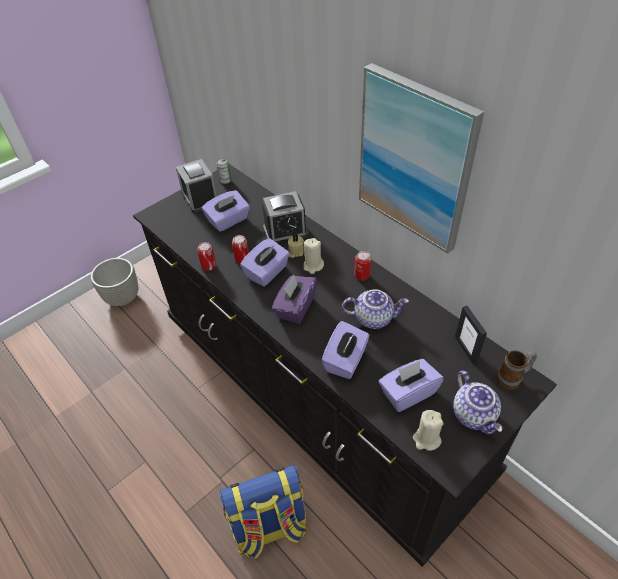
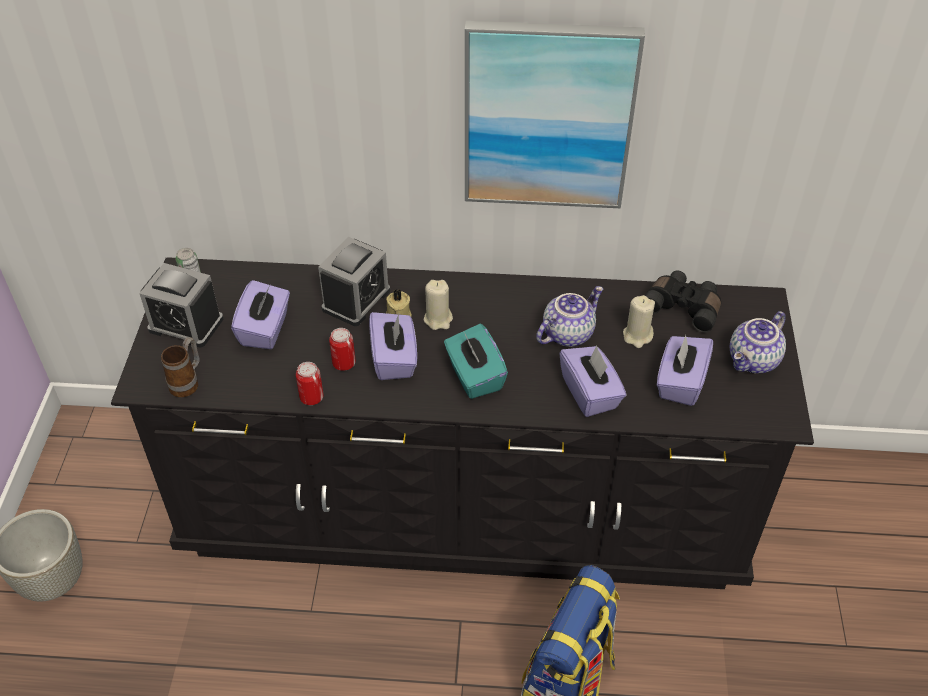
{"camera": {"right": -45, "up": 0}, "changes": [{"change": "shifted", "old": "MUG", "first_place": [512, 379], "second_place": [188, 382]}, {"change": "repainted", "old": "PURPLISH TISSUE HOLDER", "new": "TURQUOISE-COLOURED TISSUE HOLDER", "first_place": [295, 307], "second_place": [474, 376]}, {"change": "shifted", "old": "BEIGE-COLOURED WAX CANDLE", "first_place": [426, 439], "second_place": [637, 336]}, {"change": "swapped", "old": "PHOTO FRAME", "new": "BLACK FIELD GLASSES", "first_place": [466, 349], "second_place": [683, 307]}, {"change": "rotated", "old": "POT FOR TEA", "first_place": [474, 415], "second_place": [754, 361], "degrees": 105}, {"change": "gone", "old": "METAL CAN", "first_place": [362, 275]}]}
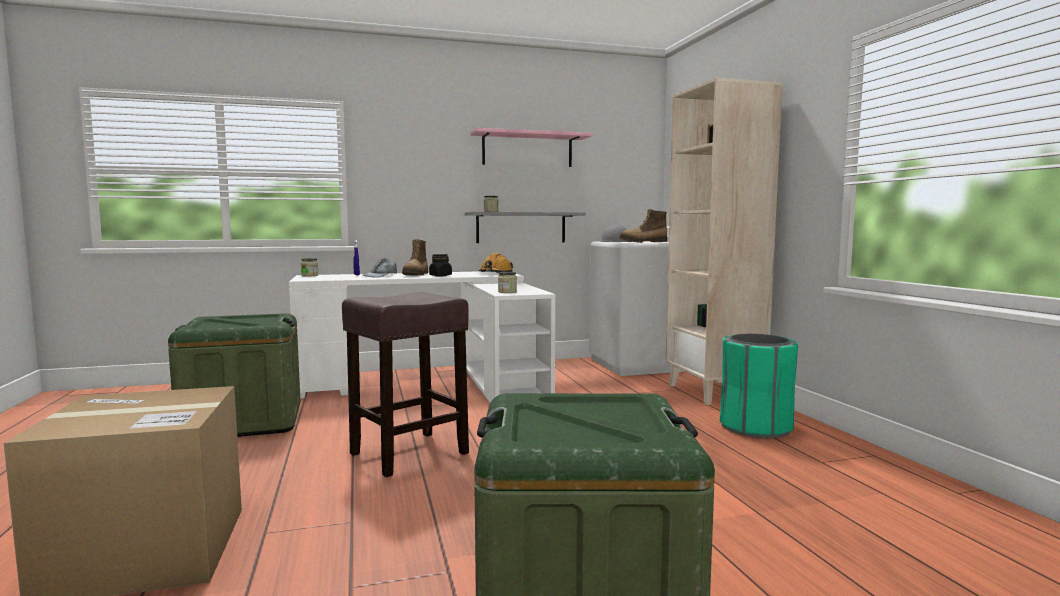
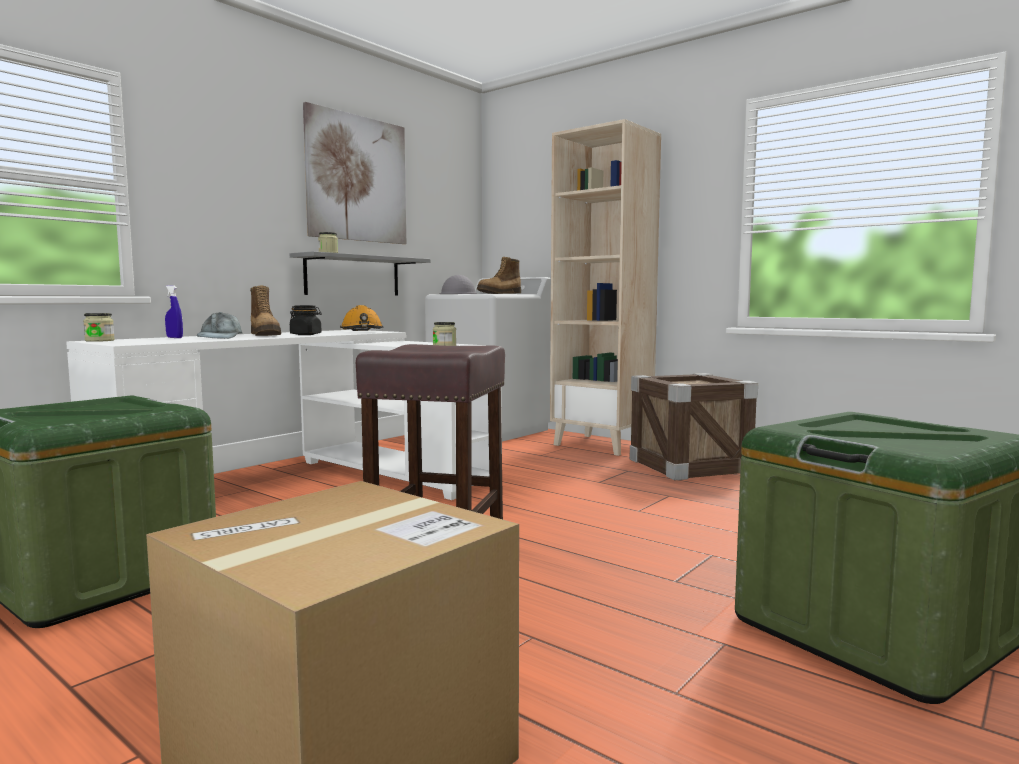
{"camera": {"right": -35, "up": 0}, "changes": [{"change": "swapped", "old": "PINKISH WALL SHELF", "new": "PICTURE", "first_place": [527, 150], "second_place": [357, 179]}, {"change": "swapped", "old": "GREEN RUBBISH BIN", "new": "CRATE", "first_place": [756, 427], "second_place": [689, 466]}]}
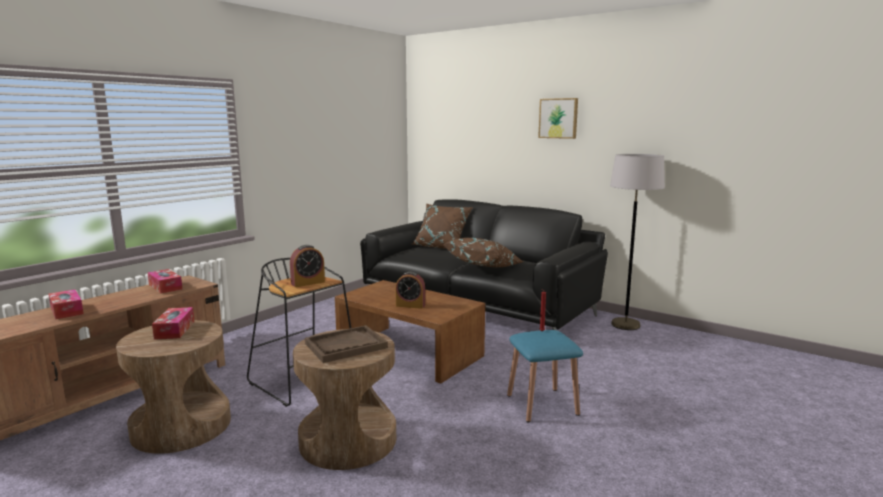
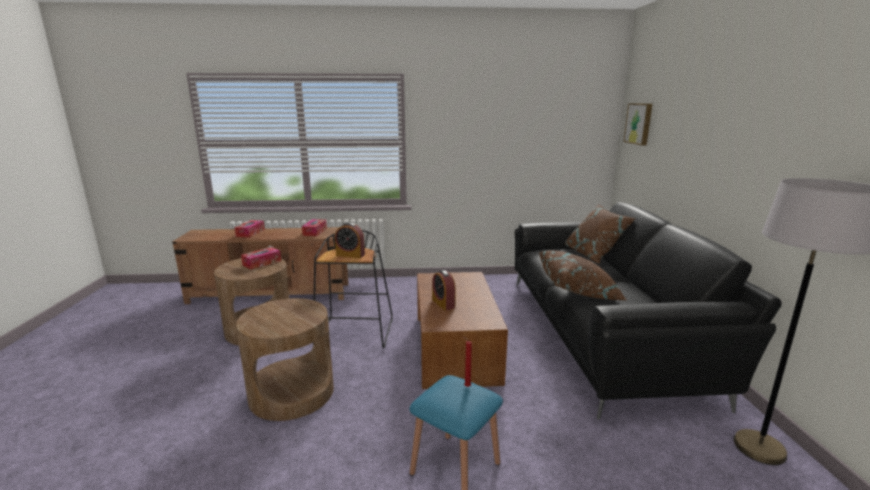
{"camera": {"right": 50, "up": 5}, "changes": [{"change": "shifted", "old": "PICTURE", "first_place": [558, 118], "second_place": [639, 123]}, {"change": "gone", "old": "BROWN-COLOURED TRAY", "first_place": [345, 346]}]}
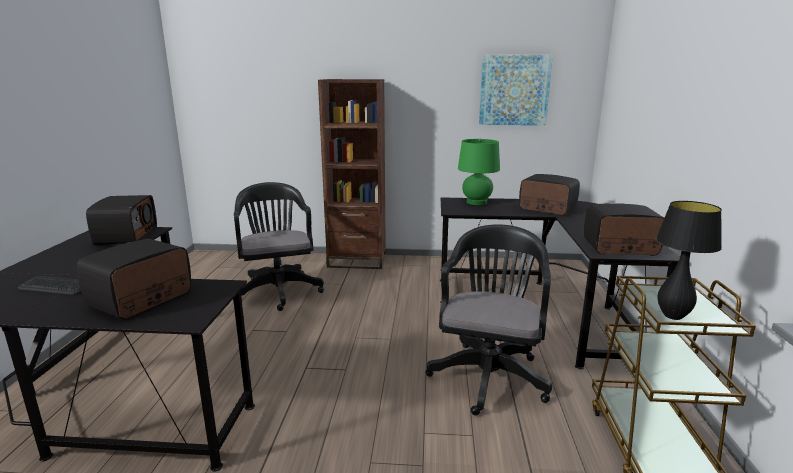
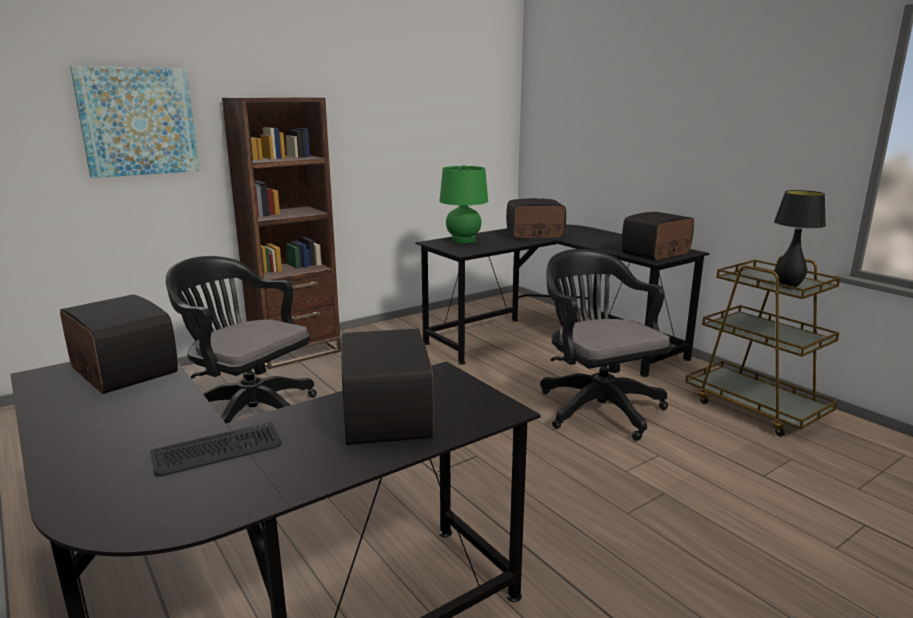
{"camera": {"right": -40, "up": 0}, "changes": [{"change": "shifted", "old": "PICTURE", "first_place": [514, 90], "second_place": [138, 121]}]}
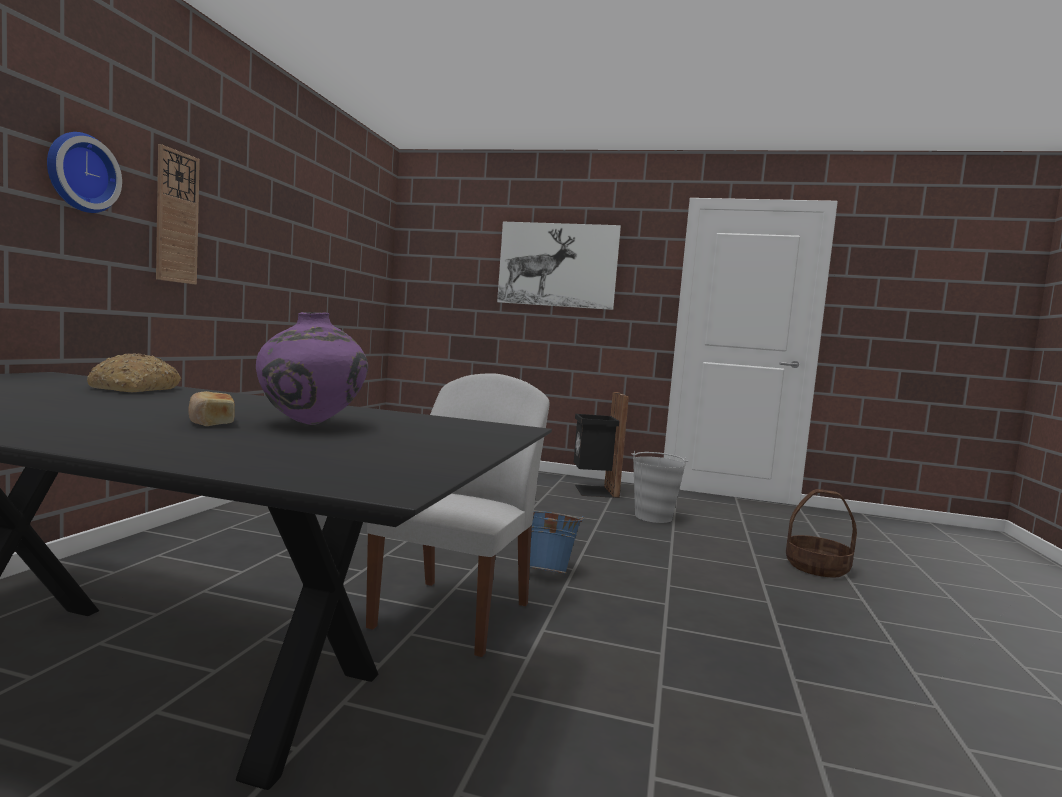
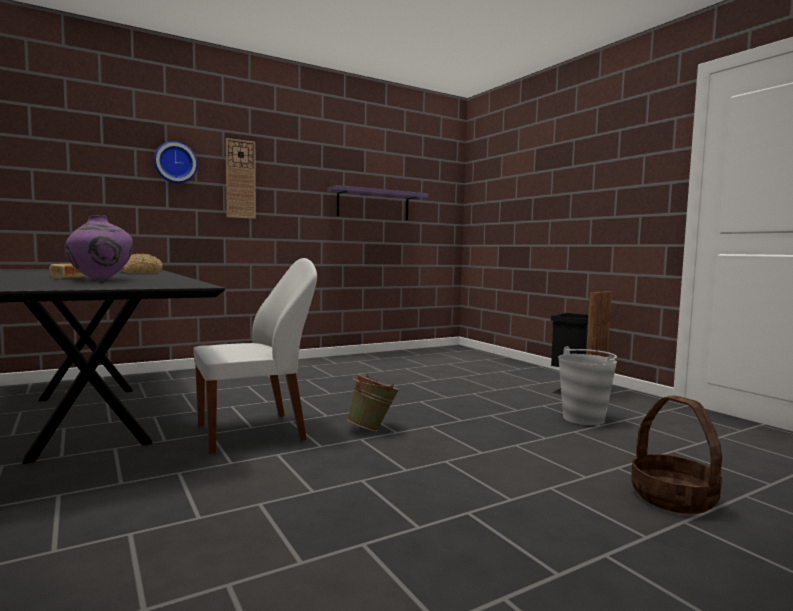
{"camera": {"right": 45, "up": 0}, "changes": [{"change": "new", "new": "PURPLISH WALL SHELF", "second_place": [373, 205]}, {"change": "repainted", "old": "BLUE-COLOURED BUCKET", "new": "GREEN BUCKET", "first_place": [550, 572], "second_place": [373, 429]}, {"change": "gone", "old": "PICTURE", "first_place": [557, 265]}]}
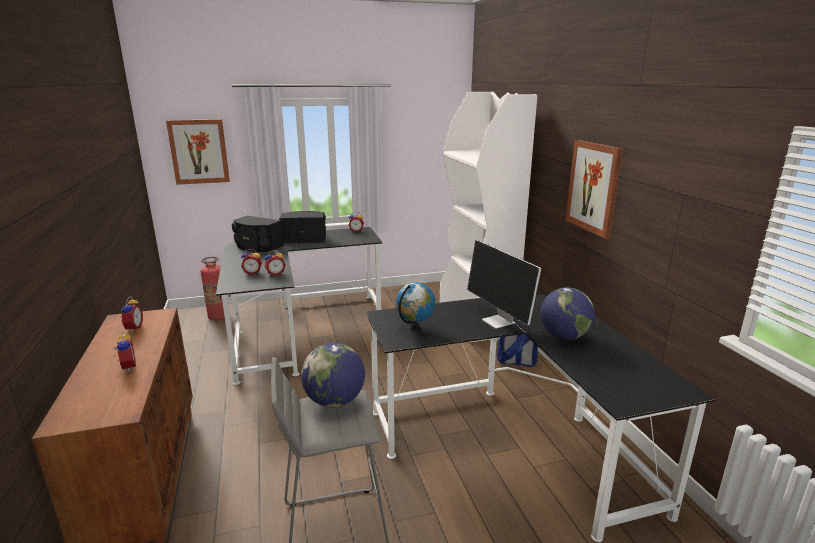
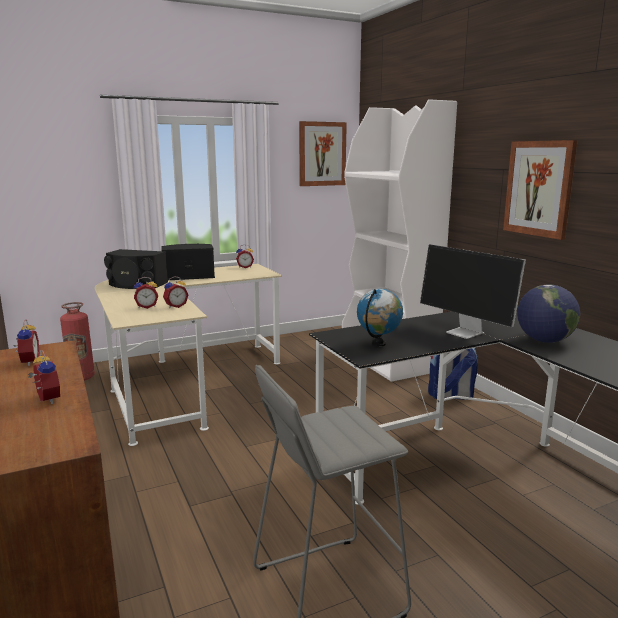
{"camera": {"right": -10, "up": -5}, "changes": [{"change": "repainted", "old": "BLACK DESK TABLE", "new": "BEIGE-COLOURED DESK TABLE", "first_place": [295, 328], "second_place": [183, 382]}, {"change": "shifted", "old": "PICTURE", "first_place": [199, 151], "second_place": [322, 154]}, {"change": "gone", "old": "GLOBE", "first_place": [335, 401]}]}
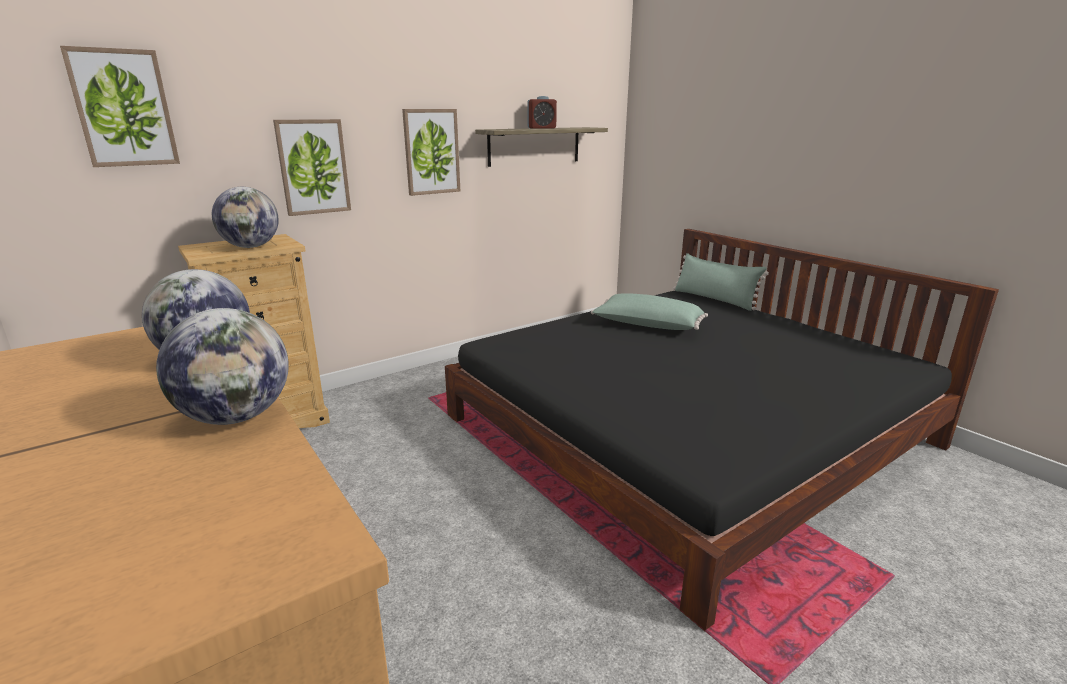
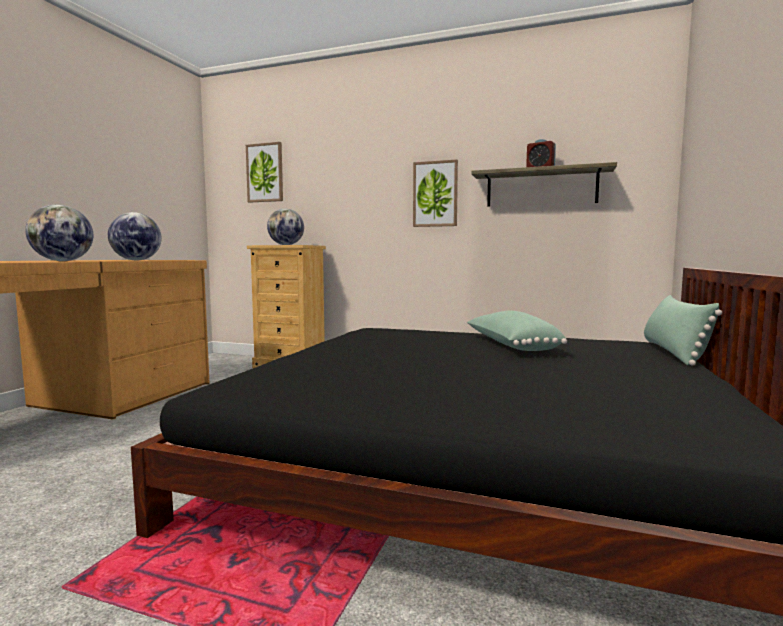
{"camera": {"right": 55, "up": -15}, "changes": [{"change": "gone", "old": "PICTURE", "first_place": [313, 167]}]}
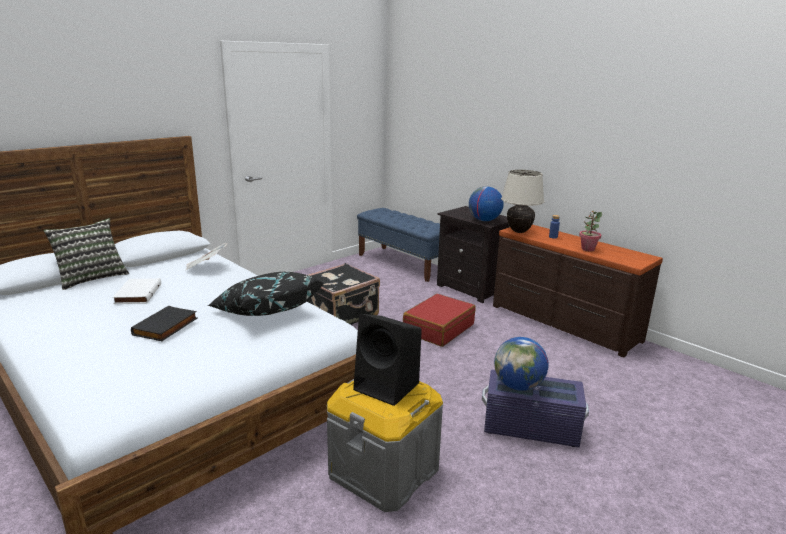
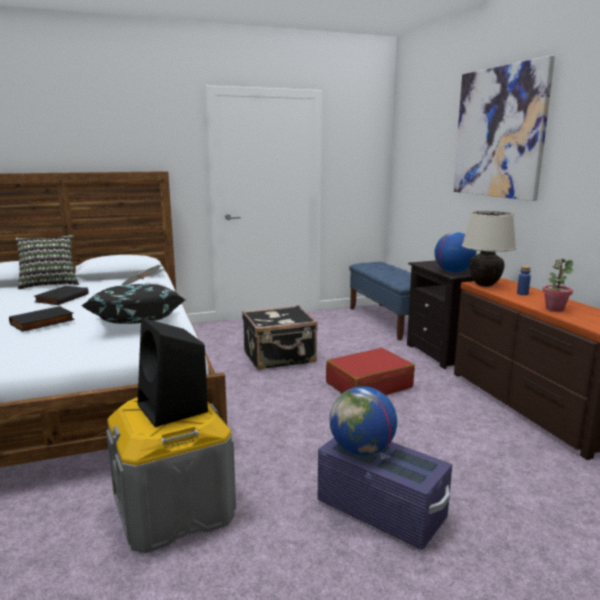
{"camera": {"right": 25, "up": -5}, "changes": [{"change": "repainted", "old": "WHITE BOUND BOOK", "new": "BLACK BOUND BOOK", "first_place": [137, 294], "second_place": [61, 298]}, {"change": "new", "new": "PICTURE", "second_place": [499, 133]}]}
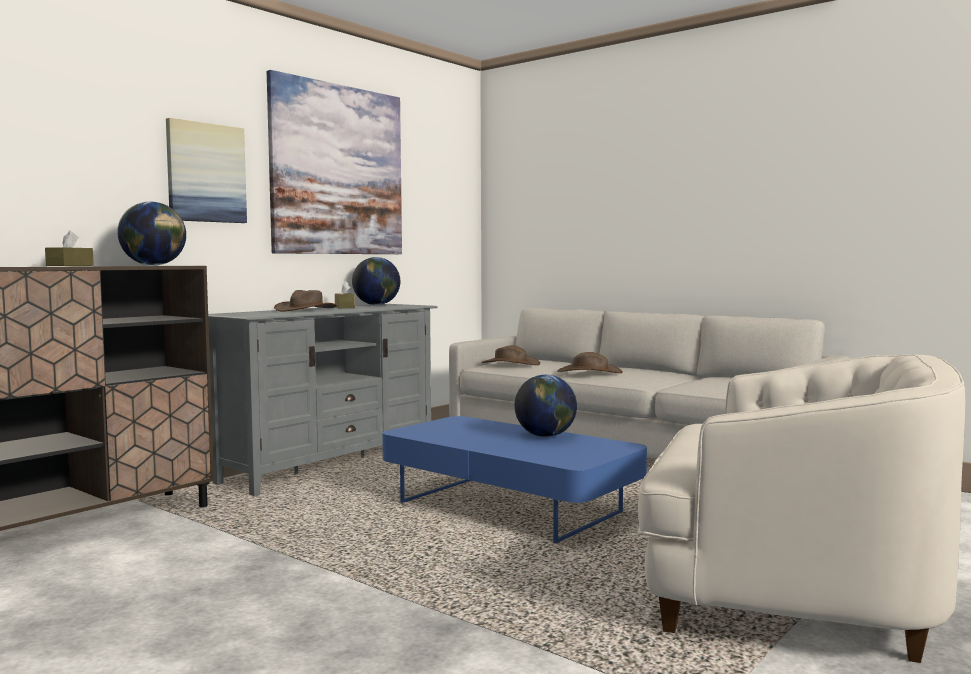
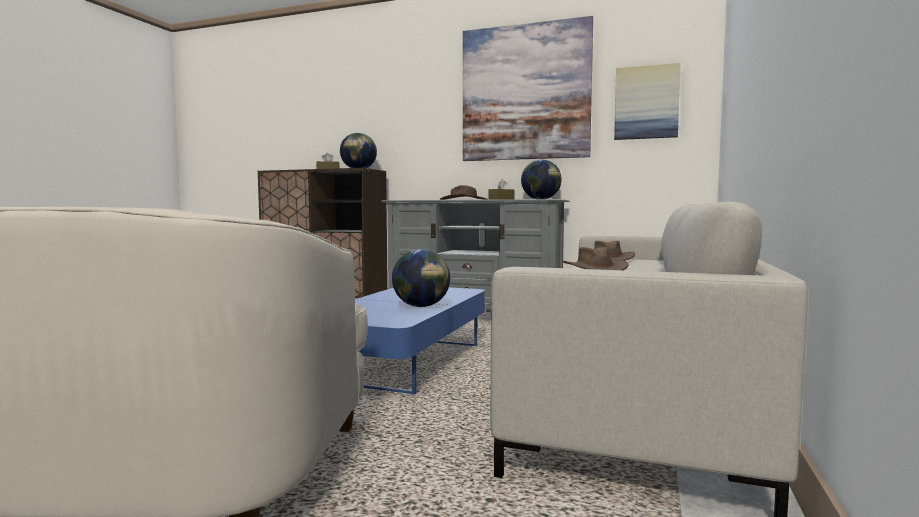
{"camera": {"right": 70, "up": 0}, "changes": [{"change": "shifted", "old": "PICTURE", "first_place": [206, 173], "second_place": [646, 102]}]}
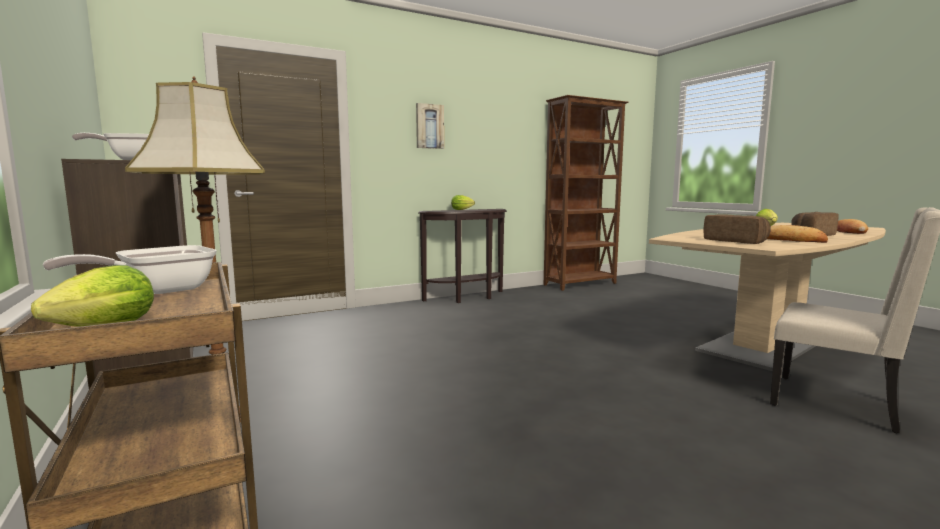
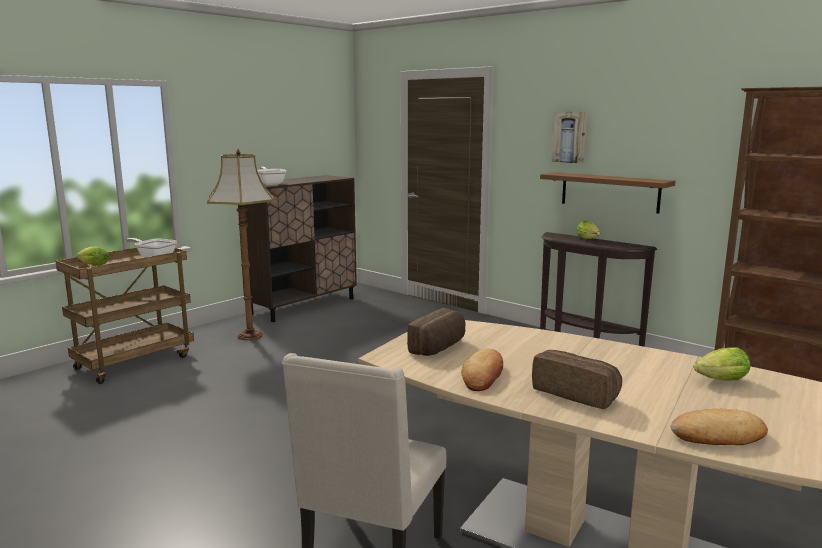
{"camera": {"right": 70, "up": 5}, "changes": [{"change": "new", "new": "BROWN-COLOURED WALL SHELF", "second_place": [609, 192]}]}
